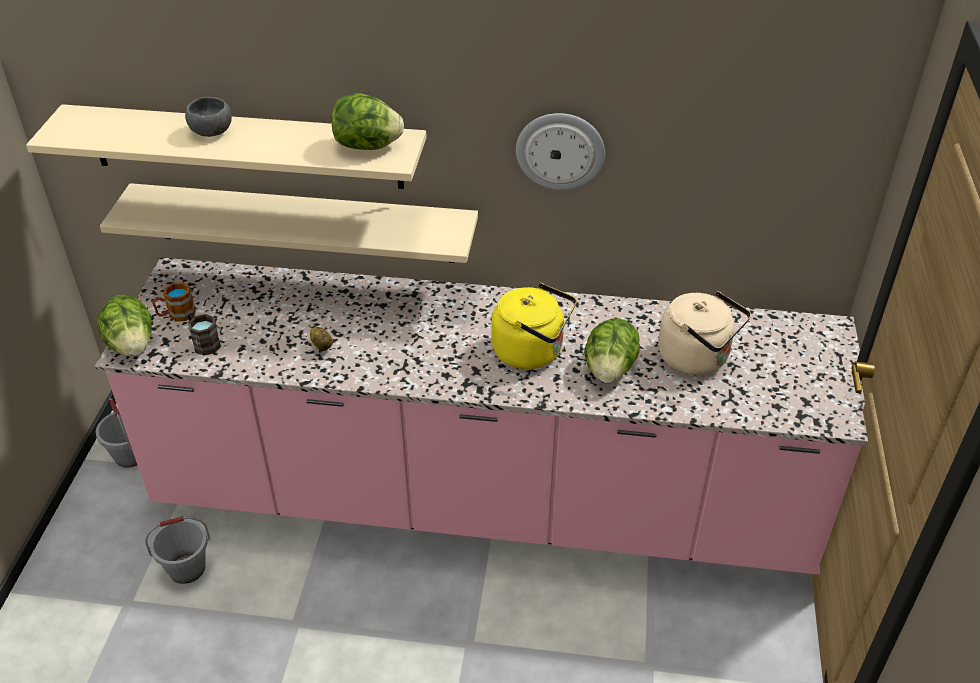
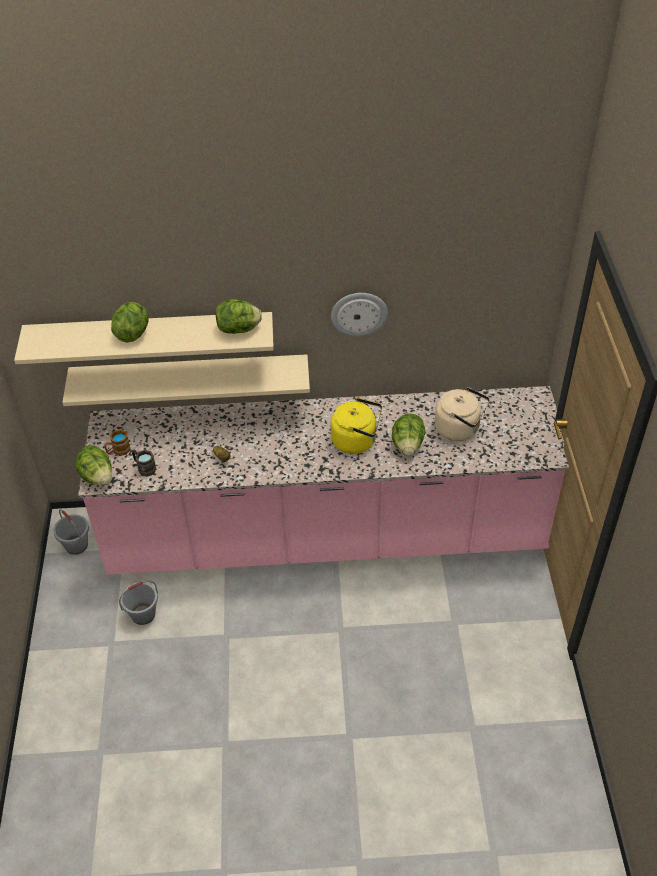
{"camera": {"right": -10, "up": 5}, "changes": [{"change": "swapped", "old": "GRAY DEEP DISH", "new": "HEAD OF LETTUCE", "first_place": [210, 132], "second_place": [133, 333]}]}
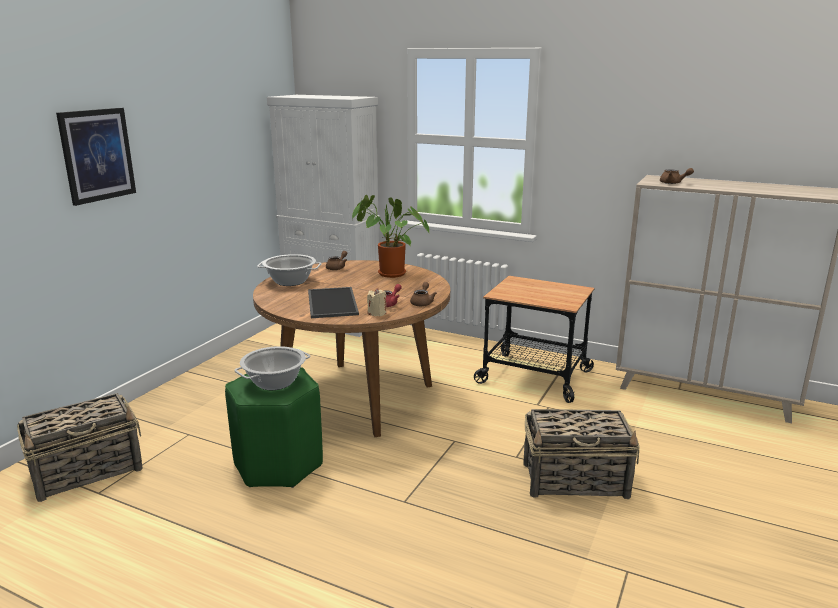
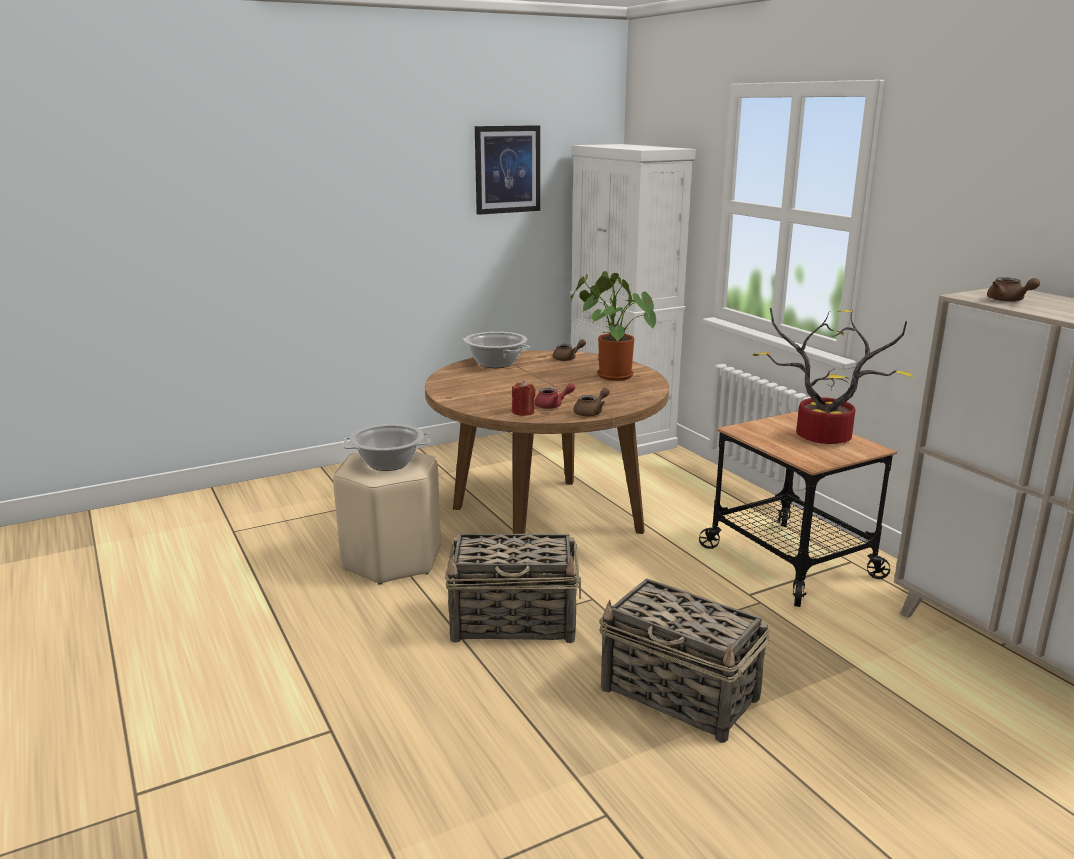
{"camera": {"right": 35, "up": 0}, "changes": [{"change": "repainted", "old": "GREEN STOOL", "new": "BEIGE-COLOURED STOOL", "first_place": [278, 465], "second_place": [391, 559]}, {"change": "shifted", "old": "HOUSEHOLD BASKET", "first_place": [88, 471], "second_place": [515, 622]}, {"change": "shifted", "old": "PICTURE", "first_place": [97, 155], "second_place": [507, 169]}, {"change": "repainted", "old": "BEIGE-COLOURED WAX CANDLE", "new": "RED WAX CANDLE", "first_place": [377, 313], "second_place": [523, 412]}, {"change": "new", "new": "PLANT IN A POT", "second_place": [819, 438]}, {"change": "gone", "old": "TRAY", "first_place": [331, 302]}]}
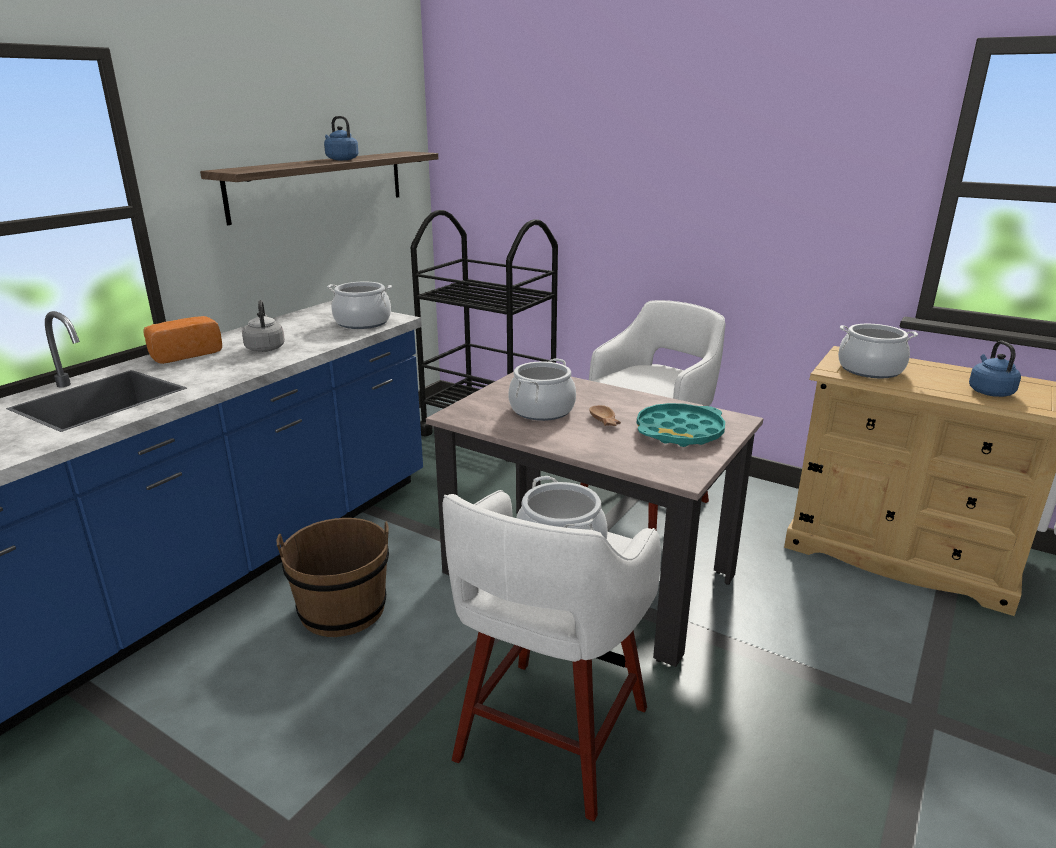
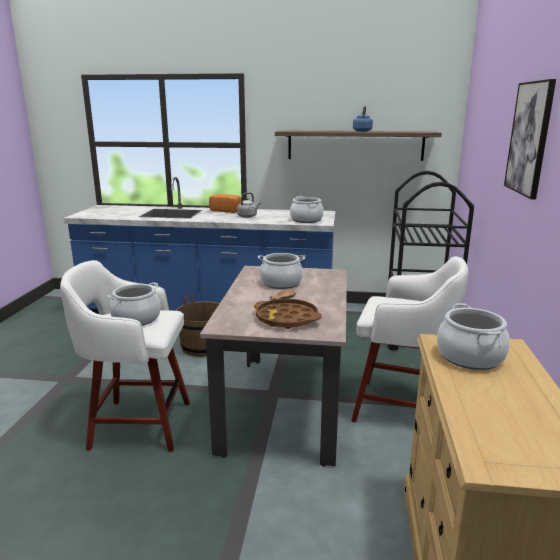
{"camera": {"right": 65, "up": -5}, "changes": [{"change": "repainted", "old": "TURQUOISE-COLOURED TRAY", "new": "BROWN-COLOURED TRAY", "first_place": [679, 432], "second_place": [287, 319]}, {"change": "new", "new": "PICTURE", "second_place": [529, 138]}, {"change": "gone", "old": "BLUE-COLOURED TEA KETTLE", "first_place": [989, 391]}]}
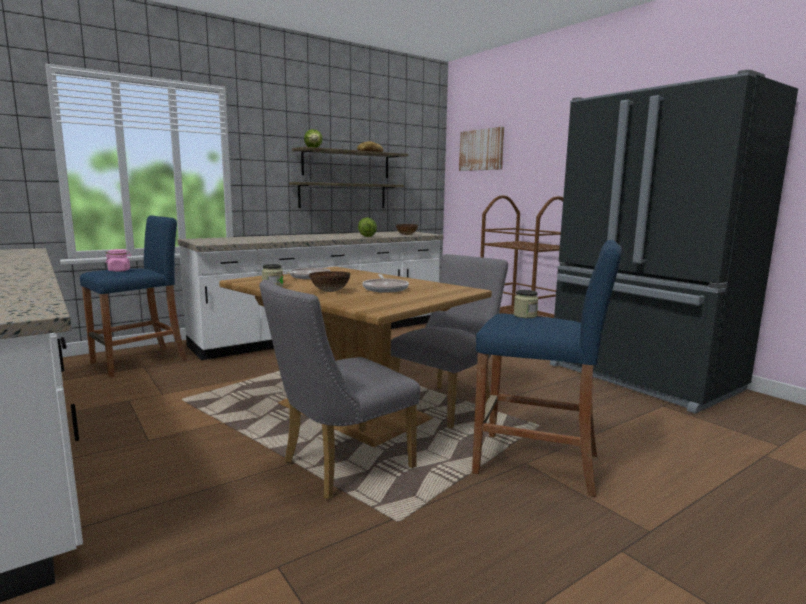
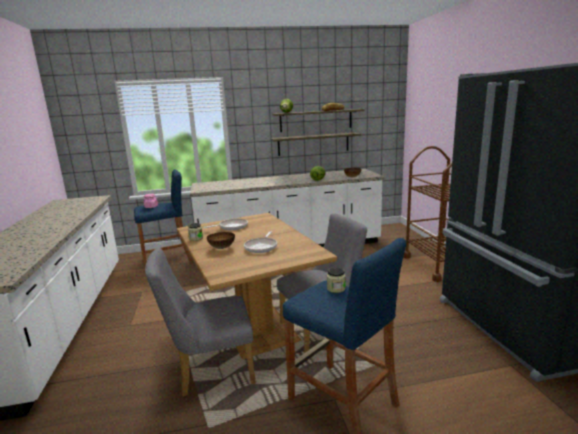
{"camera": {"right": 25, "up": 5}, "changes": [{"change": "gone", "old": "PICTURE", "first_place": [481, 150]}]}
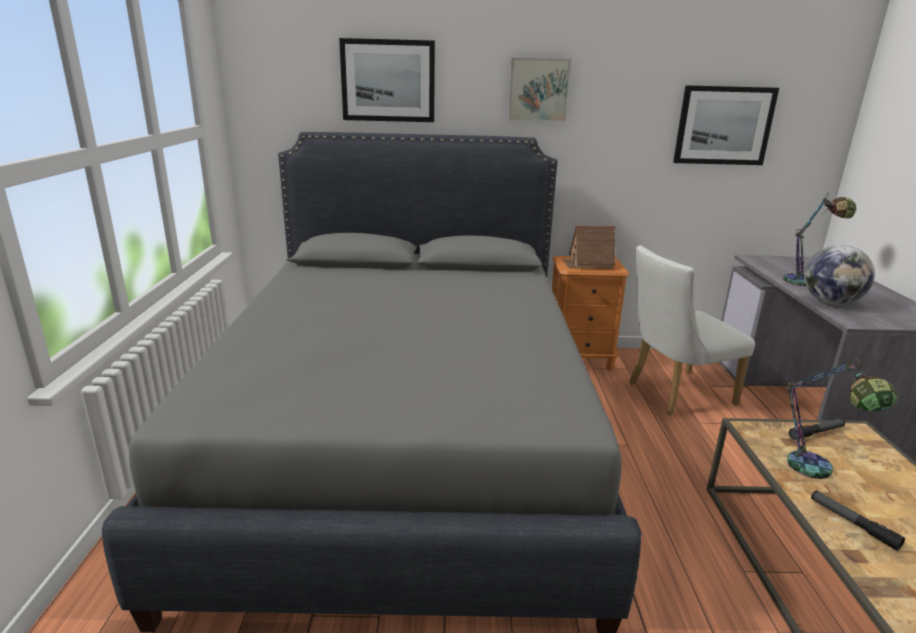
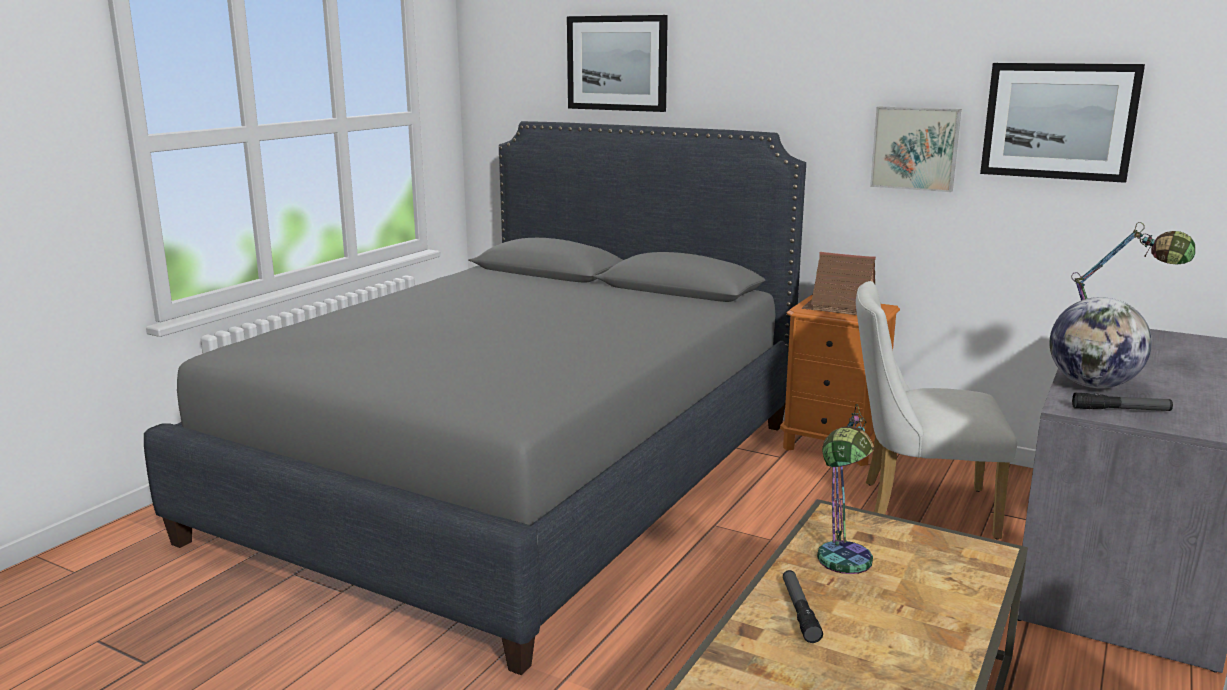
{"camera": {"right": 30, "up": -5}, "changes": [{"change": "shifted", "old": "PICTURE", "first_place": [538, 90], "second_place": [915, 148]}, {"change": "shifted", "old": "TORCH", "first_place": [816, 433], "second_place": [1121, 410]}]}
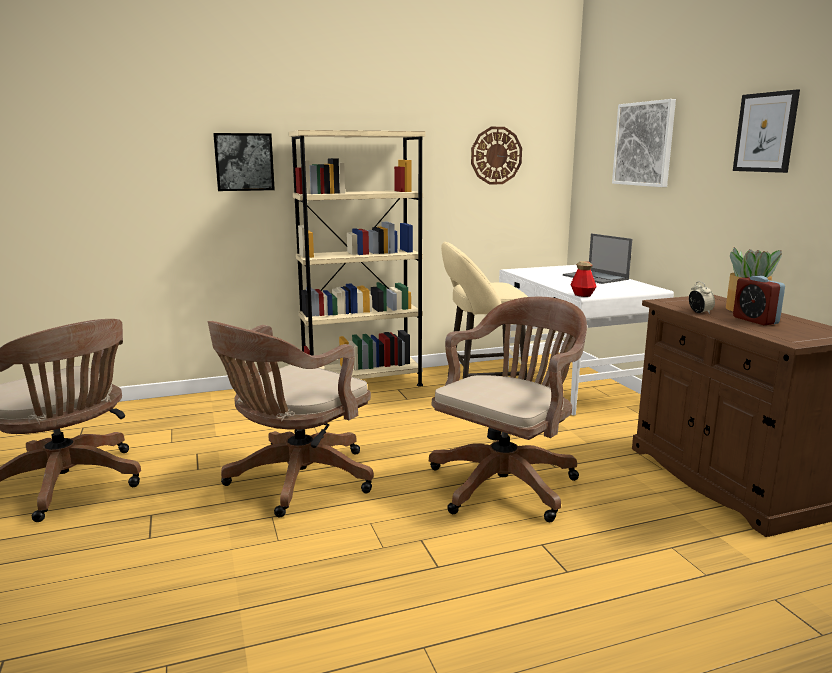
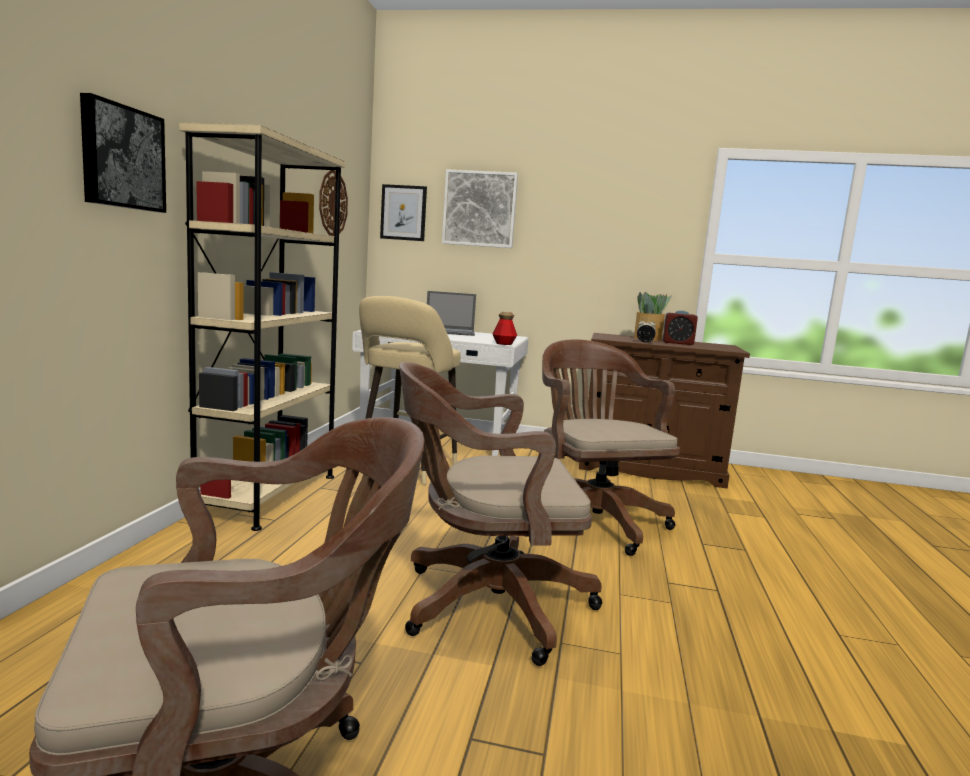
{"camera": {"right": -60, "up": -5}, "changes": [{"change": "shifted", "old": "PICTURE", "first_place": [765, 132], "second_place": [403, 213]}, {"change": "rotated", "old": "BROWN-COLOURED DESK CHAIR", "first_place": [295, 481], "second_place": [485, 604], "degrees": 105}]}
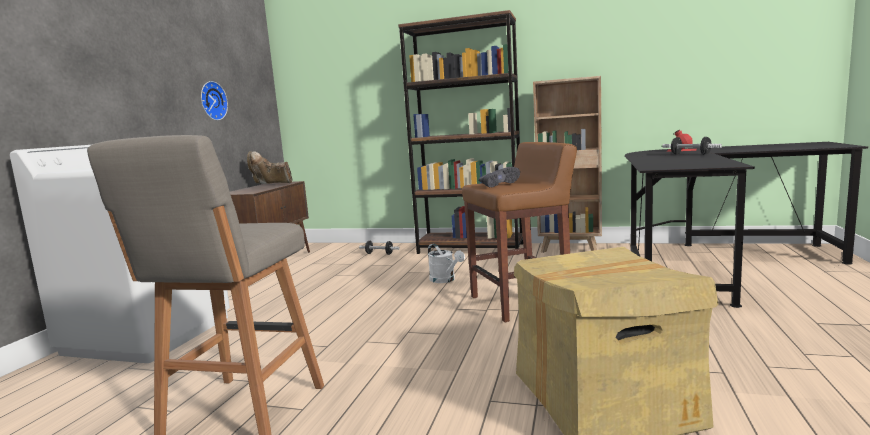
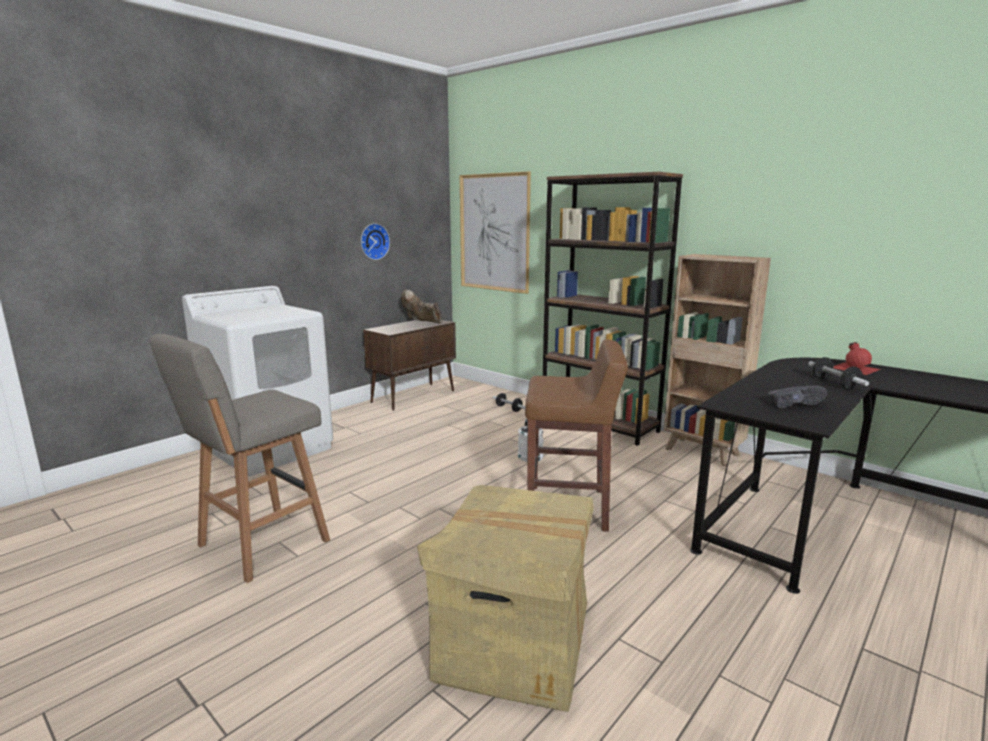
{"camera": {"right": 25, "up": 5}, "changes": [{"change": "new", "new": "PICTURE", "second_place": [494, 232]}, {"change": "shifted", "old": "BLACK SHOE", "first_place": [499, 184], "second_place": [794, 404]}]}
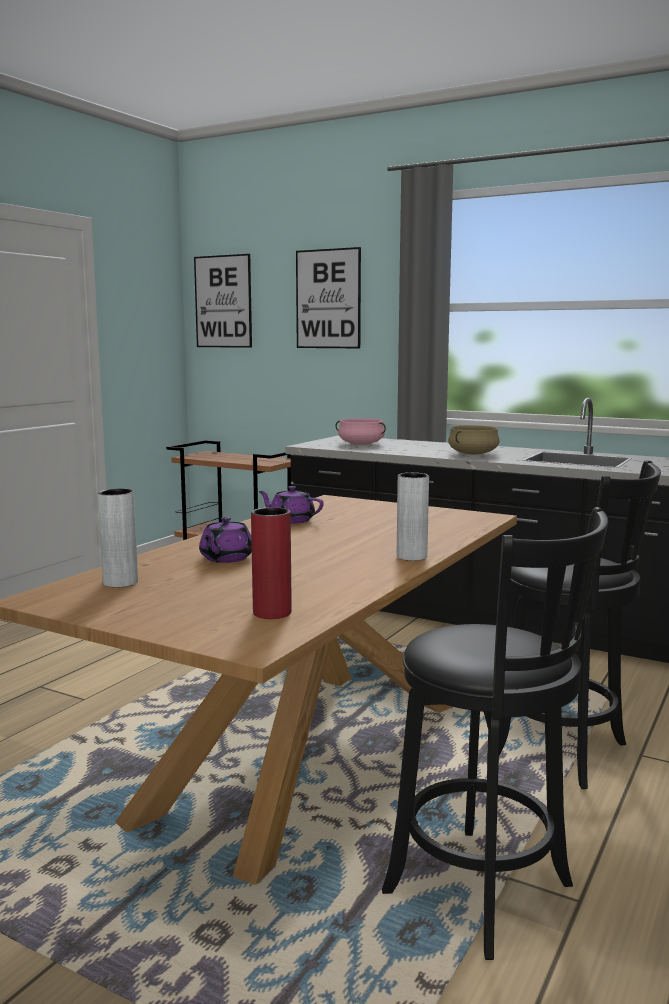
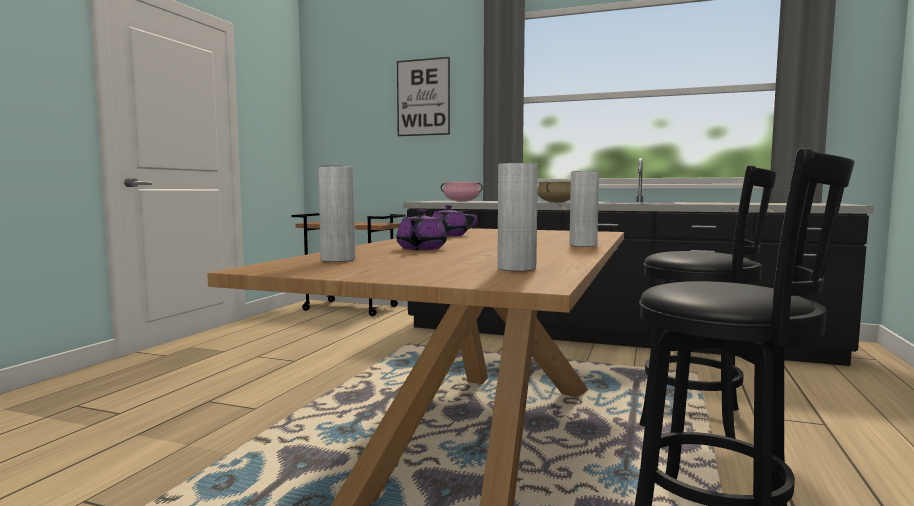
{"camera": {"right": -10, "up": -5}, "changes": [{"change": "repainted", "old": "RED VASE", "new": "GRAY VASE", "first_place": [272, 613], "second_place": [516, 269]}, {"change": "gone", "old": "PICTURE", "first_place": [223, 301]}]}
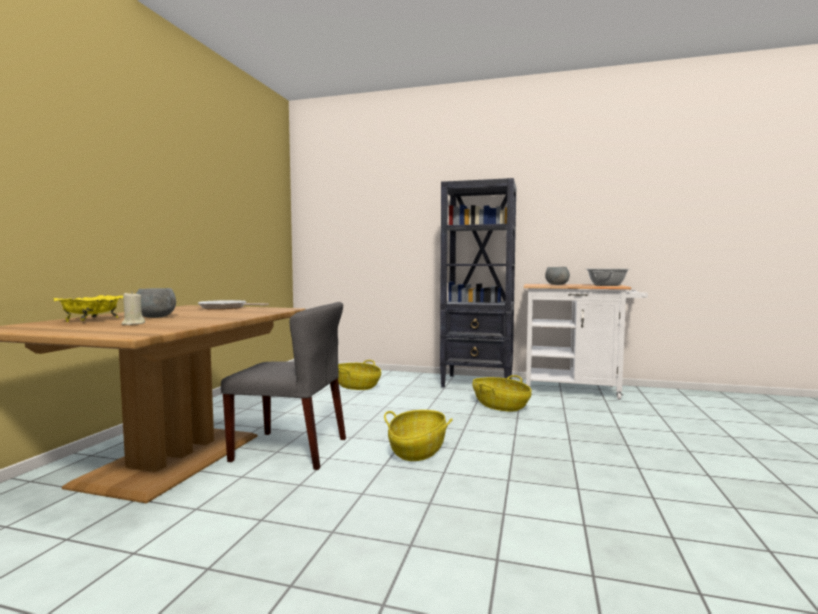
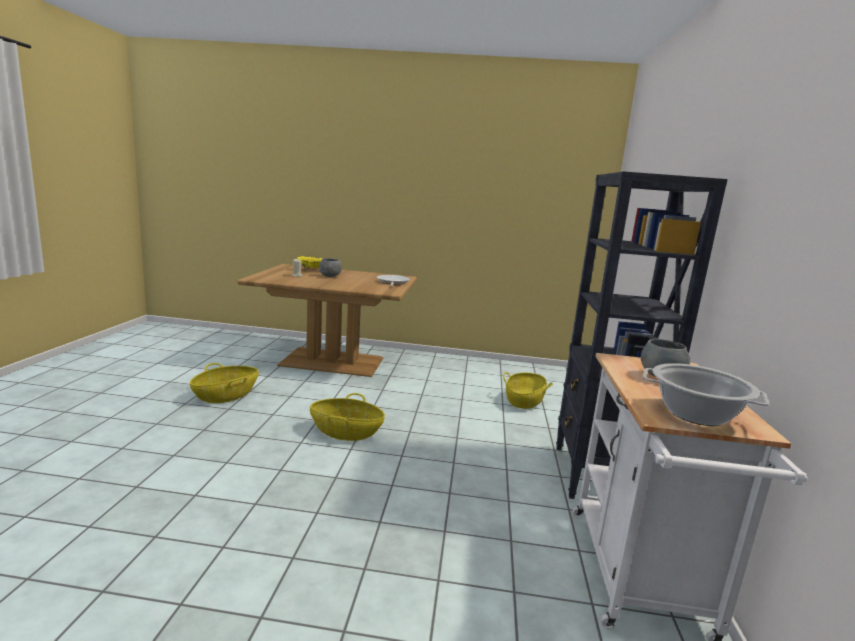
{"camera": {"right": 80, "up": 10}, "changes": [{"change": "shifted", "old": "HOUSEHOLD BASKET", "first_place": [500, 405], "second_place": [226, 396]}, {"change": "gone", "old": "GRAY CHAIR", "first_place": [291, 449]}]}
